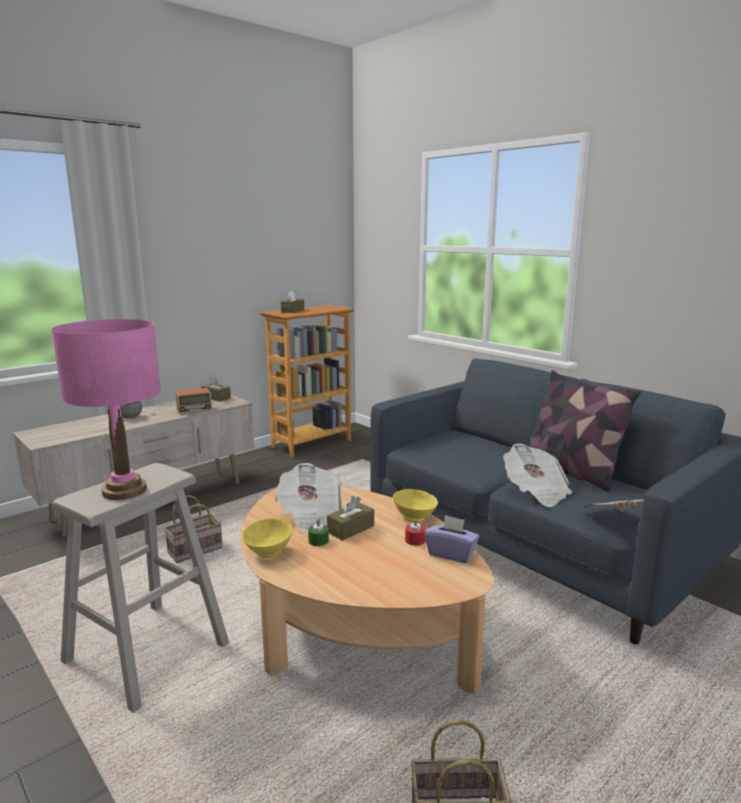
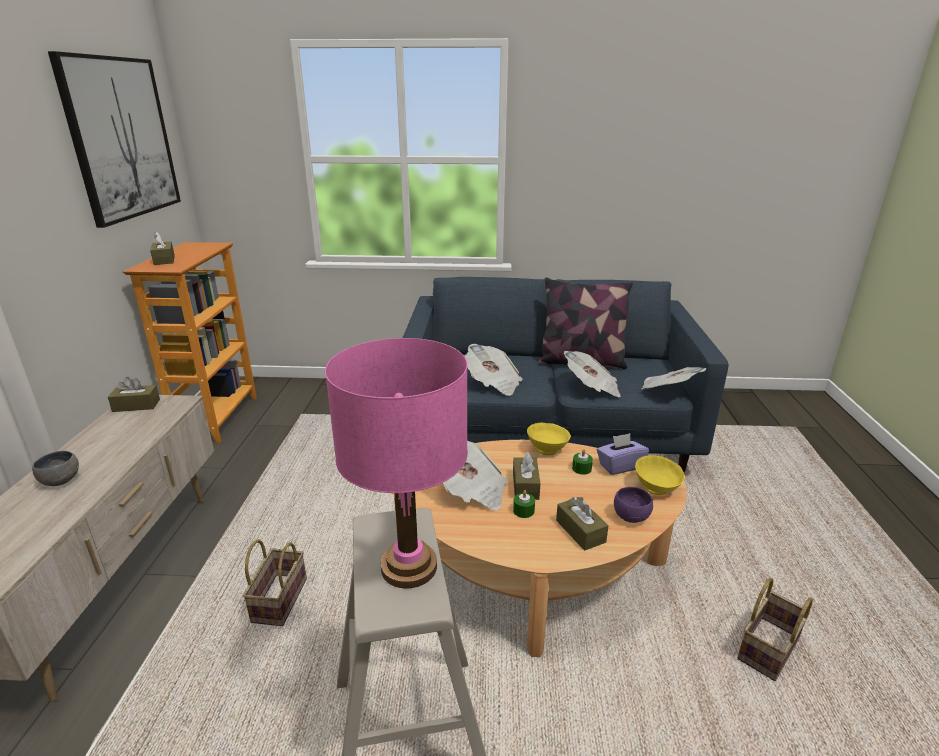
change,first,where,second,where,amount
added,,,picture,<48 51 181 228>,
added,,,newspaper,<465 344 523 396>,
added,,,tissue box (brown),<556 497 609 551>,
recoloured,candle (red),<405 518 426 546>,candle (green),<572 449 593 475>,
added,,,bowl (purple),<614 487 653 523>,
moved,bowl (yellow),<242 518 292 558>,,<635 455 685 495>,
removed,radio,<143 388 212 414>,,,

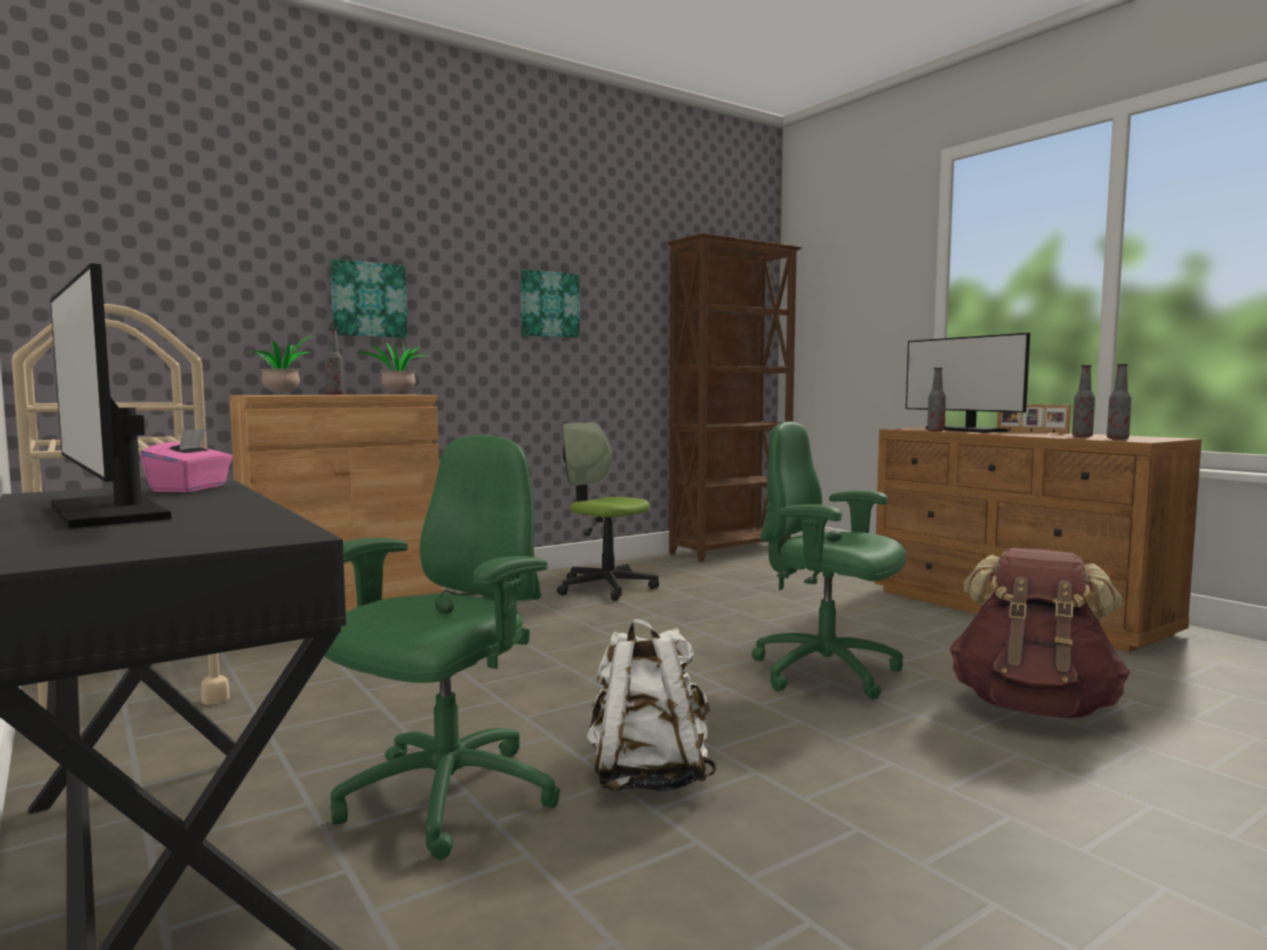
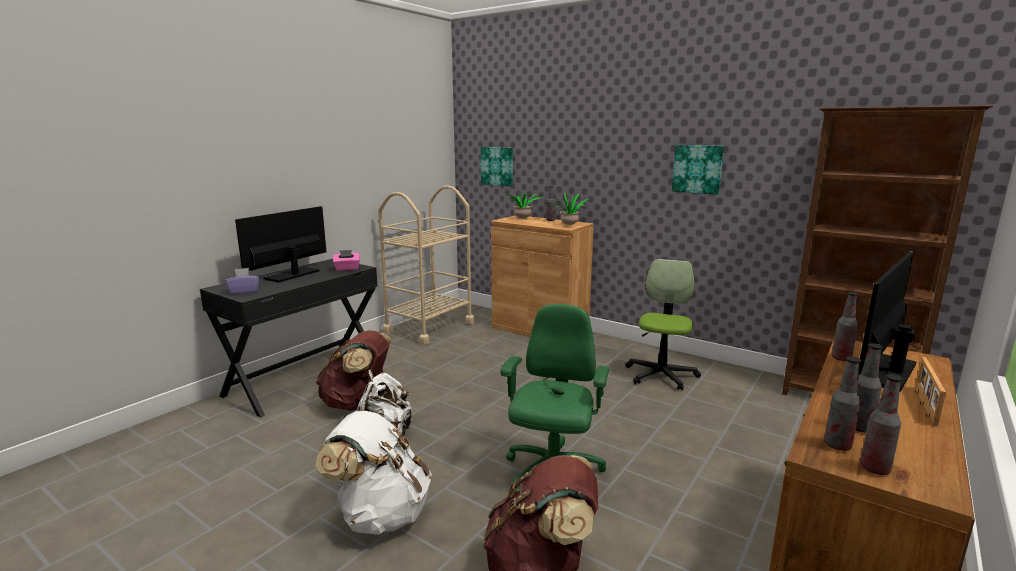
change,first,where,second,where,amount
added,,,tissue box (purple),<225 268 259 294>,
replaced,office chair (green),<324 435 560 859>,backpack (brown),<316 330 392 411>,
added,,,backpack (white),<316 411 431 535>,
moved,picture,<330 259 408 338>,,<481 147 513 186>,
added,,,bottle,<860 374 902 475>,

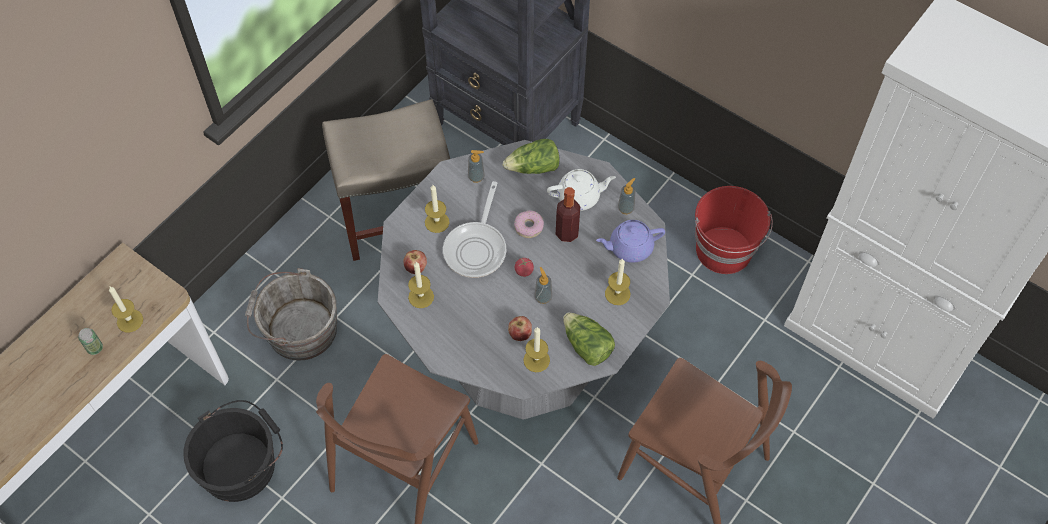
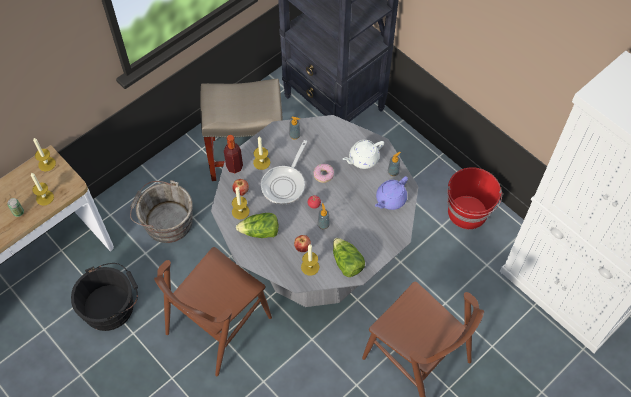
change,first,where,second,where,amount
moved,candle,<605 258 630 305>,,<33 138 56 171>,
moved,bottle,<556 187 580 242>,,<224 135 243 173>,
moved,lettuce,<503 139 560 174>,,<236 213 278 238>,
turned,teapot (white),<547 169 616 211>,,<342 140 384 169>,150 degrees clockwise
turned,teapot (purple),<596 220 665 263>,,<375 176 408 210>,45 degrees counterclockwise

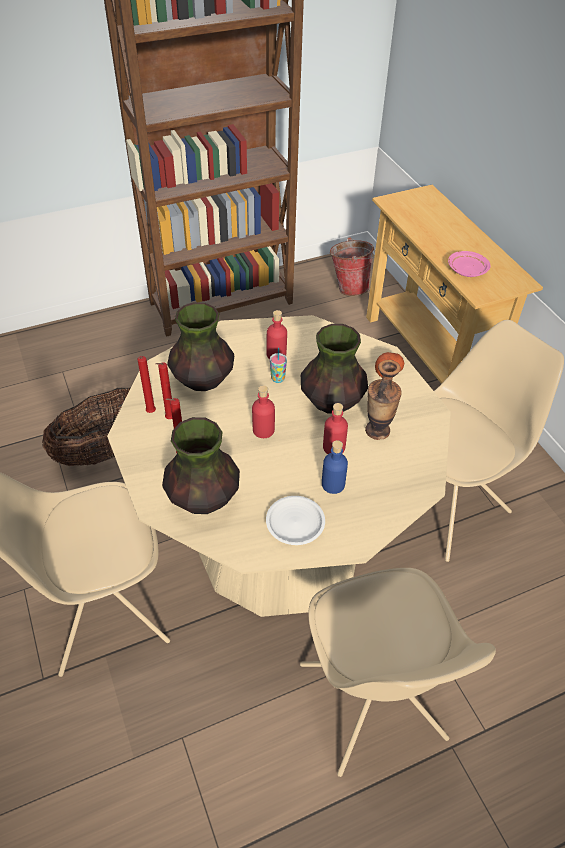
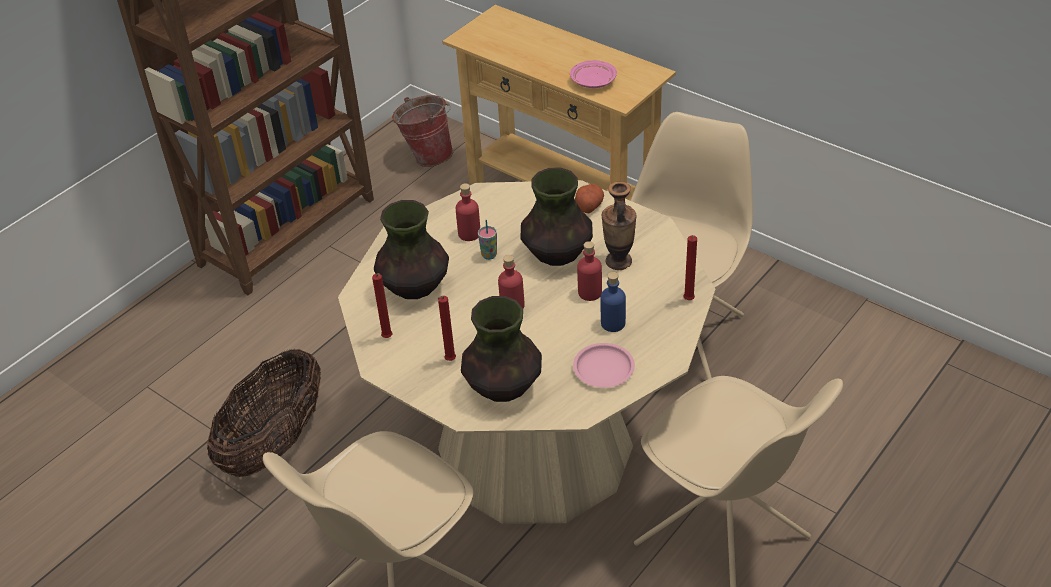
change,first,where,second,where,amount
recoloured,plate (white),<266 496 325 545>,plate (pink),<573 343 635 388>,
moved,candle (red),<156 362 172 419>,,<684 235 697 300>,

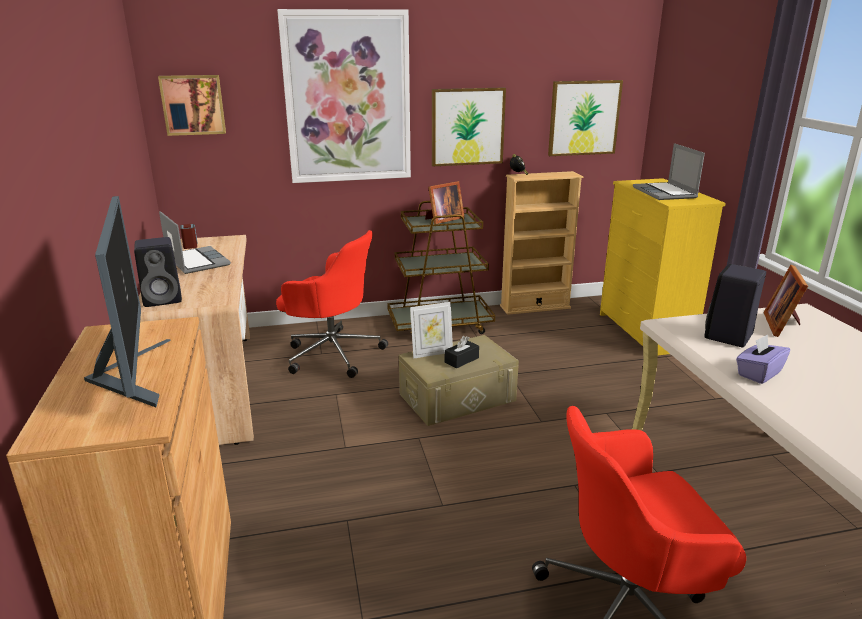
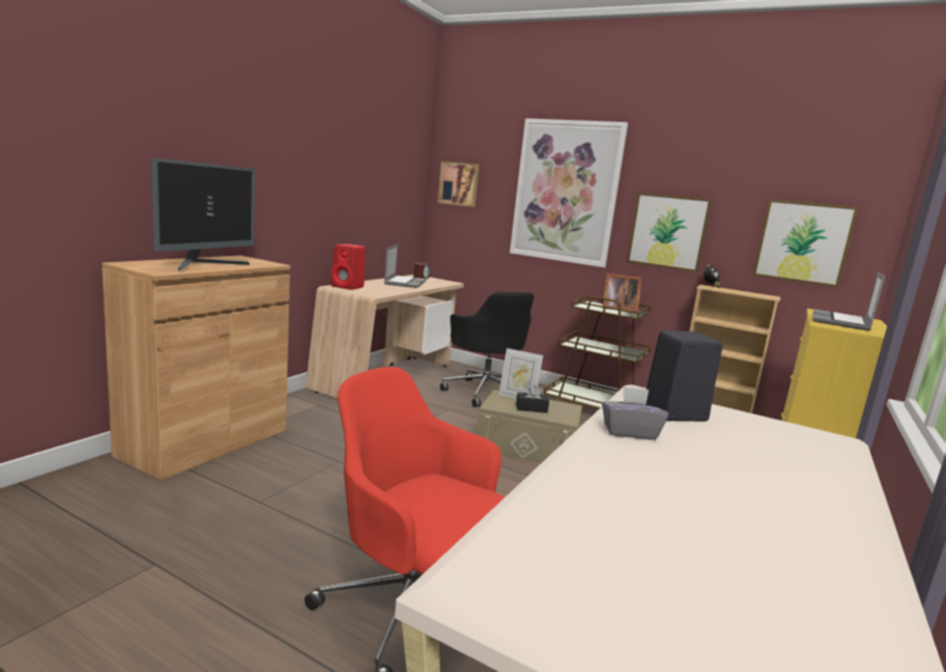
change,first,where,second,where,amount
recoloured,speaker (black),<134 237 182 307>,speaker (red),<331 244 365 290>,
recoloured,office chair (red),<276 230 388 378>,office chair (black),<440 292 534 407>,
recoloured,tissue box (purple),<736 334 790 384>,tissue box (grey),<602 387 669 440>,
removed,picture frame,<764 265 808 337>,,,

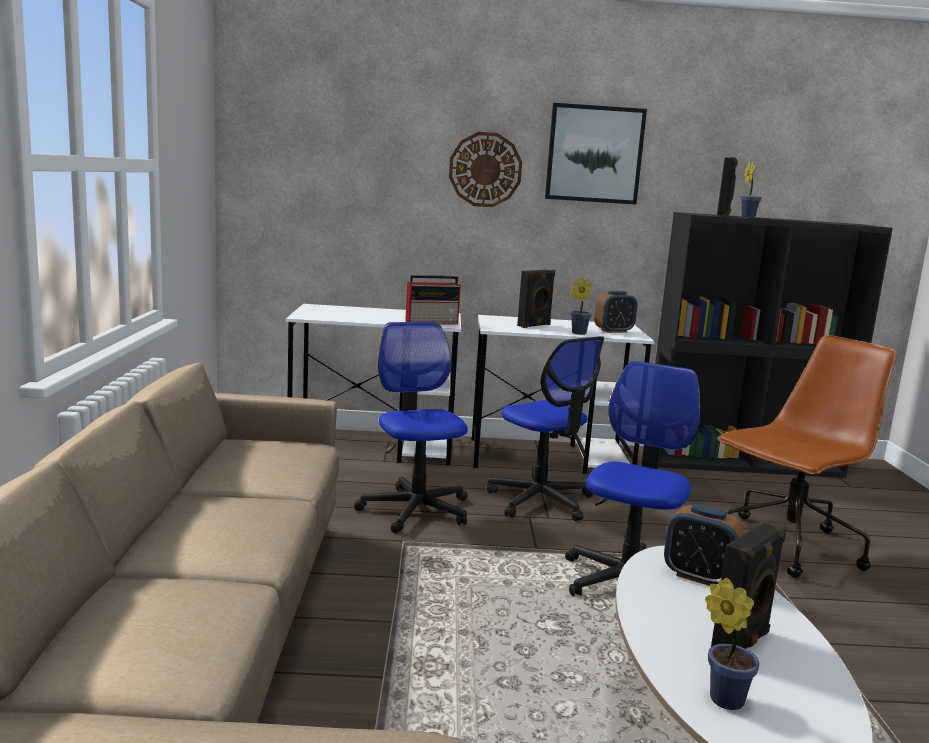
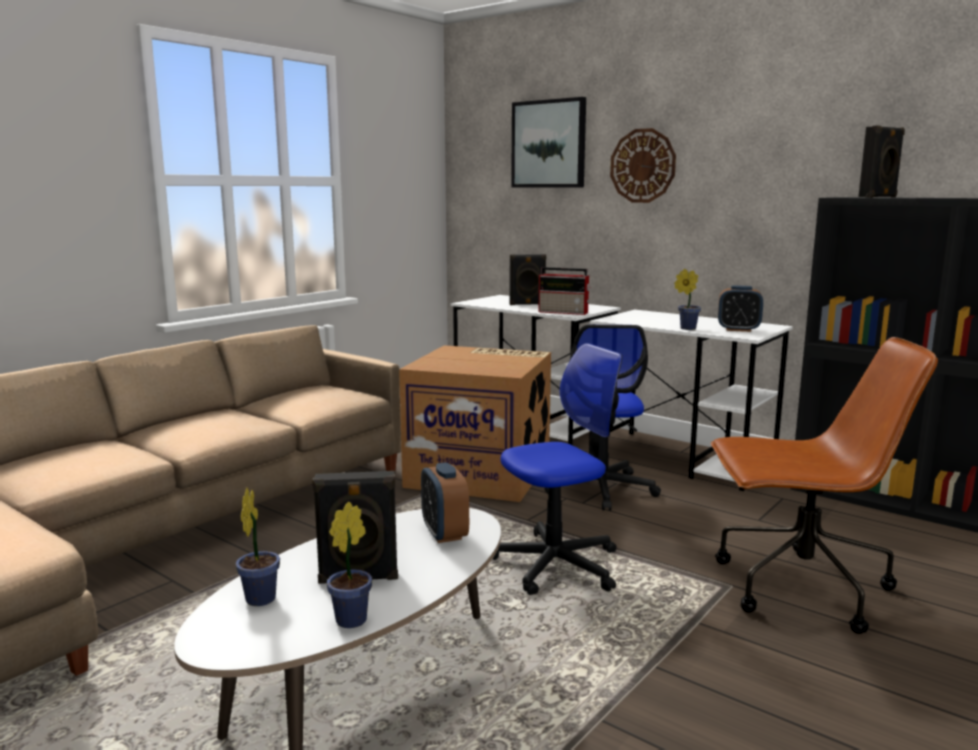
change,first,where,second,where,amount
moved,potted plant,<740 161 762 217>,,<327 502 372 628>,
replaced,office chair,<354 322 468 533>,cardboard box,<399 345 551 502>,
moved,speaker (black),<517 270 555 328>,,<509 254 546 305>,
moved,picture,<545 103 647 205>,,<511 97 586 188>,

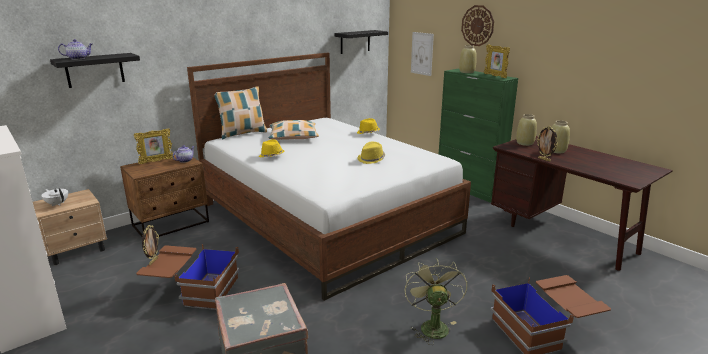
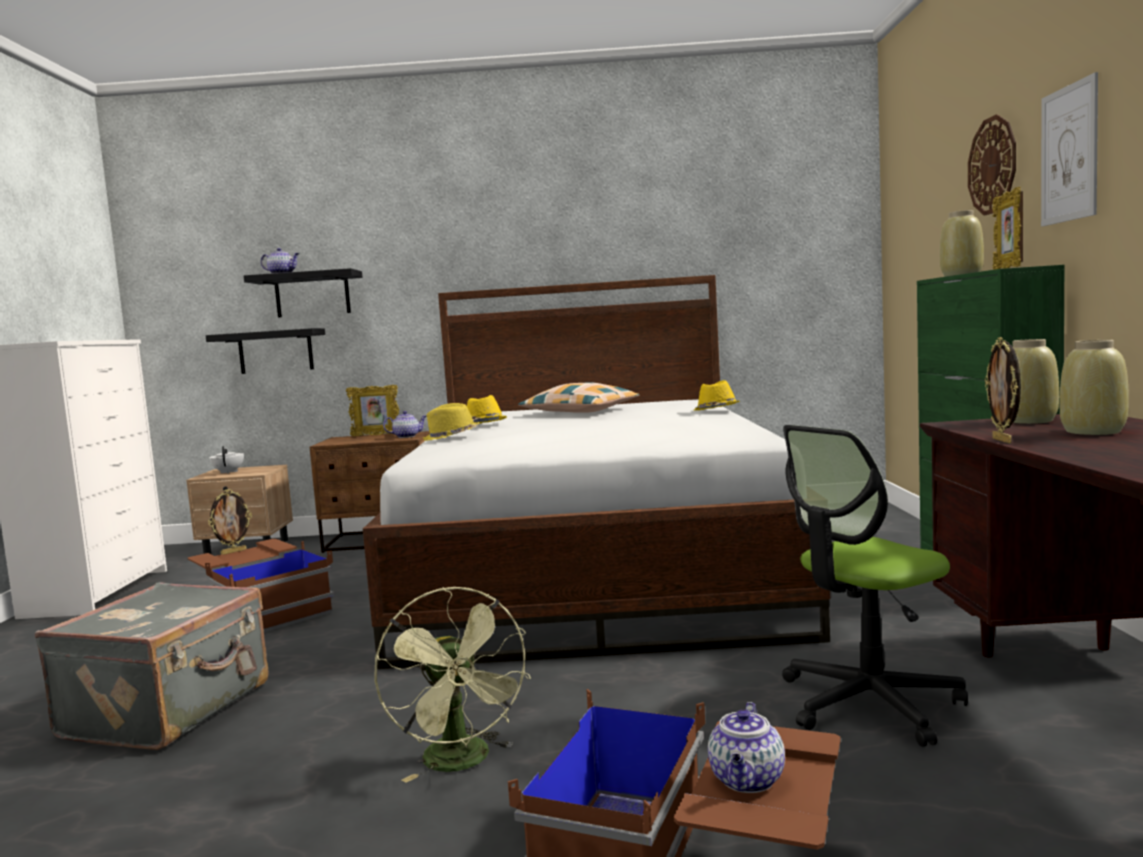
change,first,where,second,where,amount
moved,shelf (black),<334 30 388 54>,,<206 328 325 374>,
turned,fan (green),<405 258 467 345>,,<374 587 531 783>,120 degrees clockwise
moved,hat (yellow),<357 142 385 164>,,<423 403 479 441>,
added,,,teapot,<708 702 785 793>,
added,,,office chair,<782 425 968 747>,
moved,picture,<411 32 434 76>,,<1041 72 1098 226>,
removed,pillow,<214 86 267 139>,,,

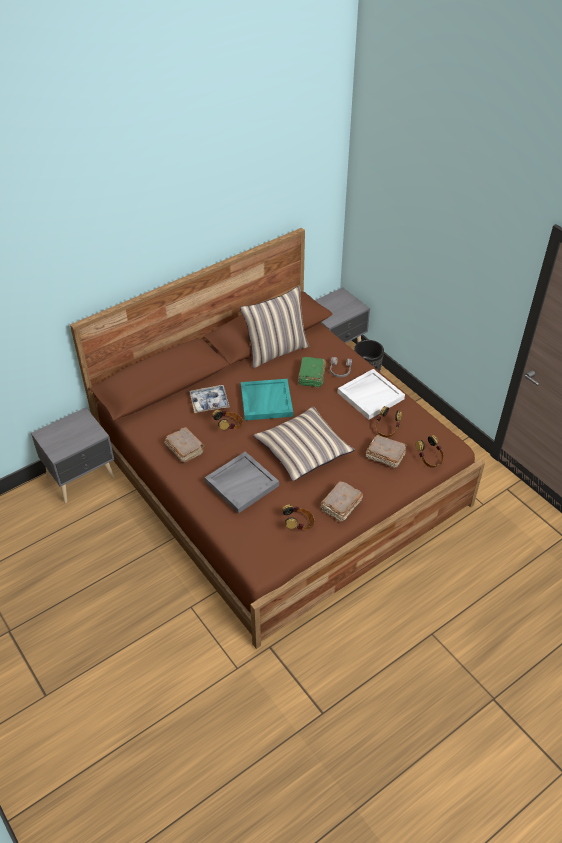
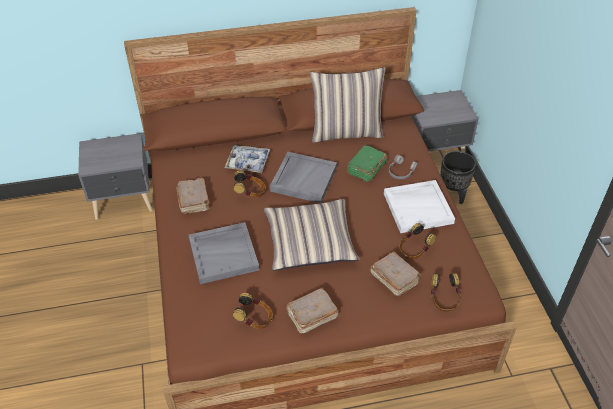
change,first,where,second,where,amount
recoloured,tray (turquoise),<241 379 293 421>,tray (grey),<270 152 337 203>,

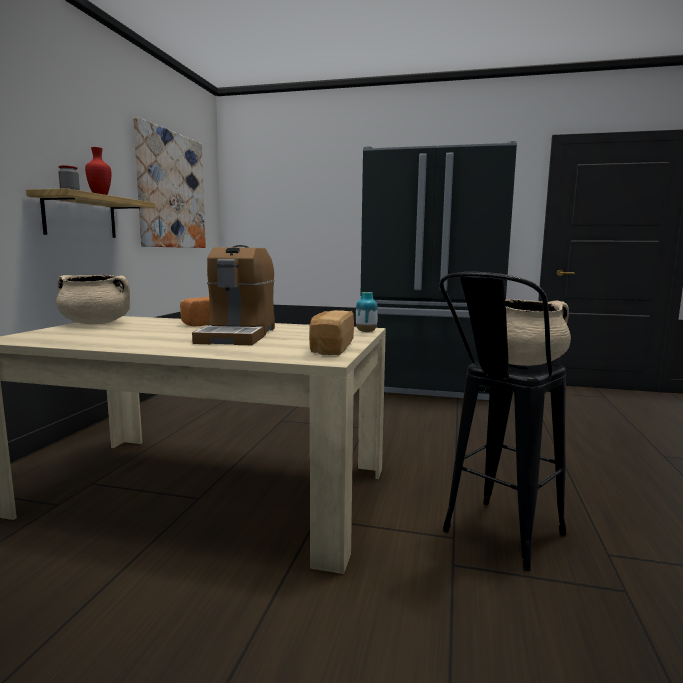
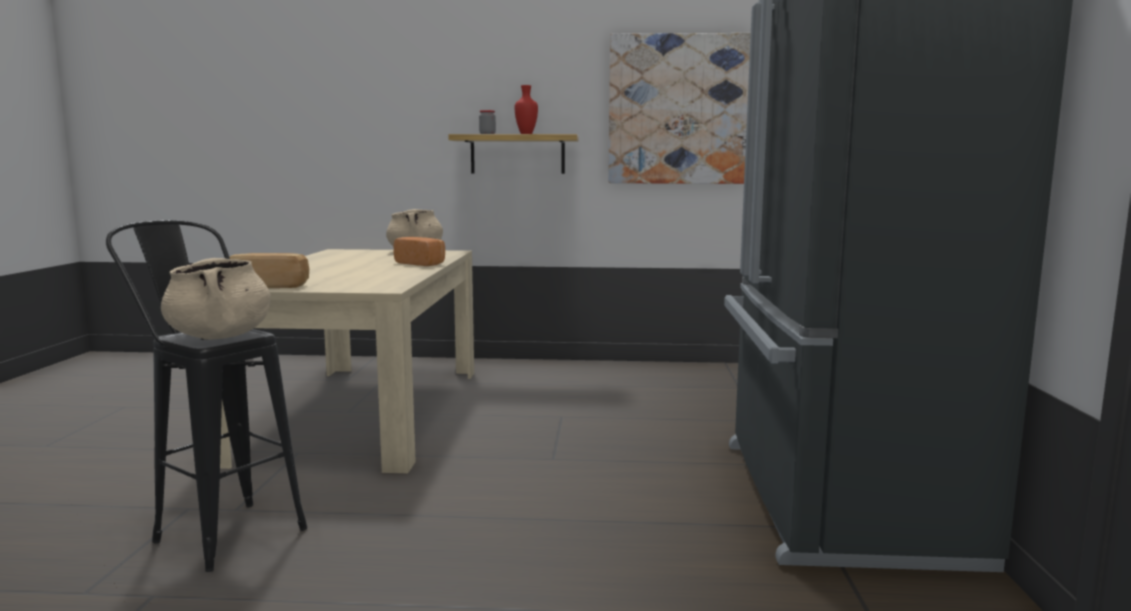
change,first,where,second,where,amount
removed,coffee machine,<192 245 275 345>,,,
removed,vase,<356 292 378 332>,,,

